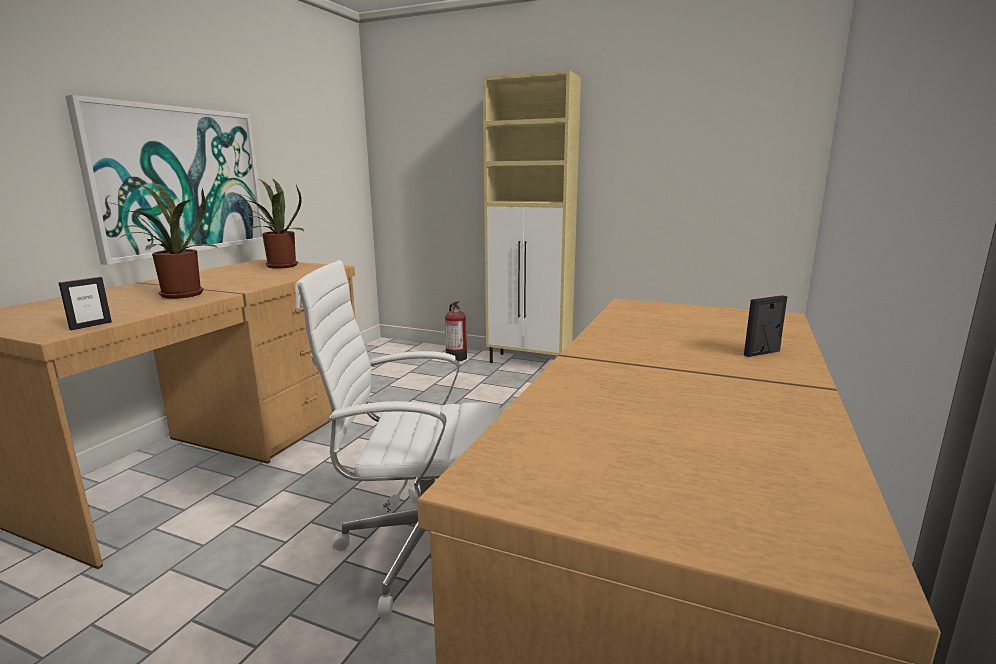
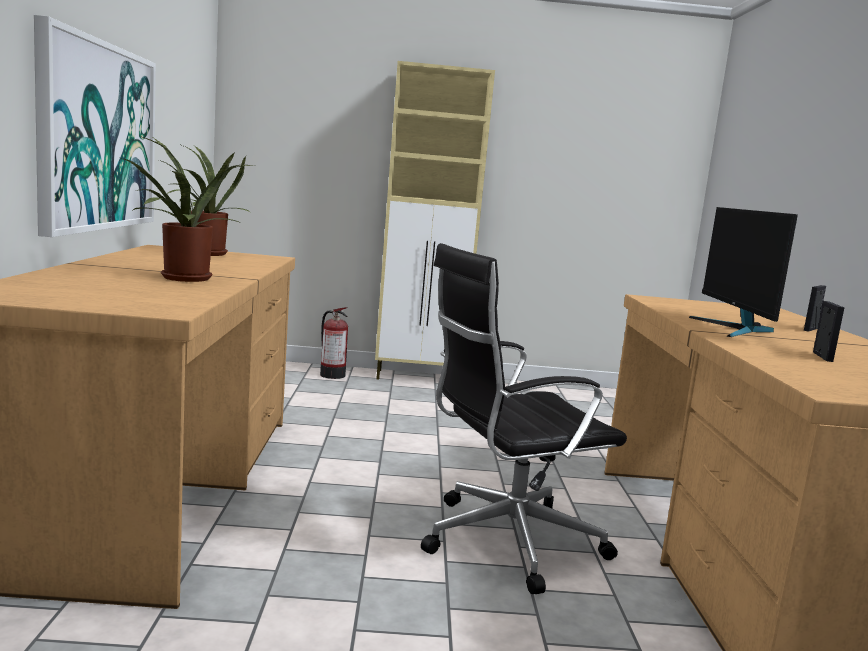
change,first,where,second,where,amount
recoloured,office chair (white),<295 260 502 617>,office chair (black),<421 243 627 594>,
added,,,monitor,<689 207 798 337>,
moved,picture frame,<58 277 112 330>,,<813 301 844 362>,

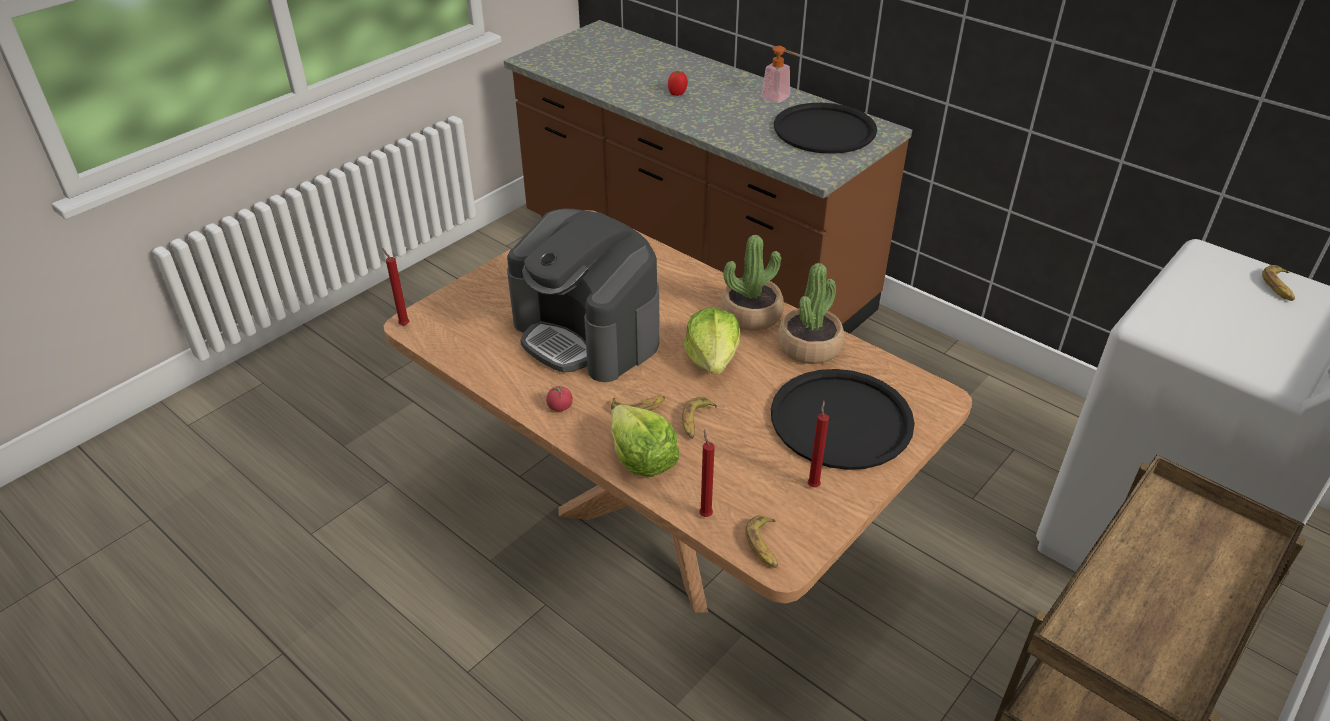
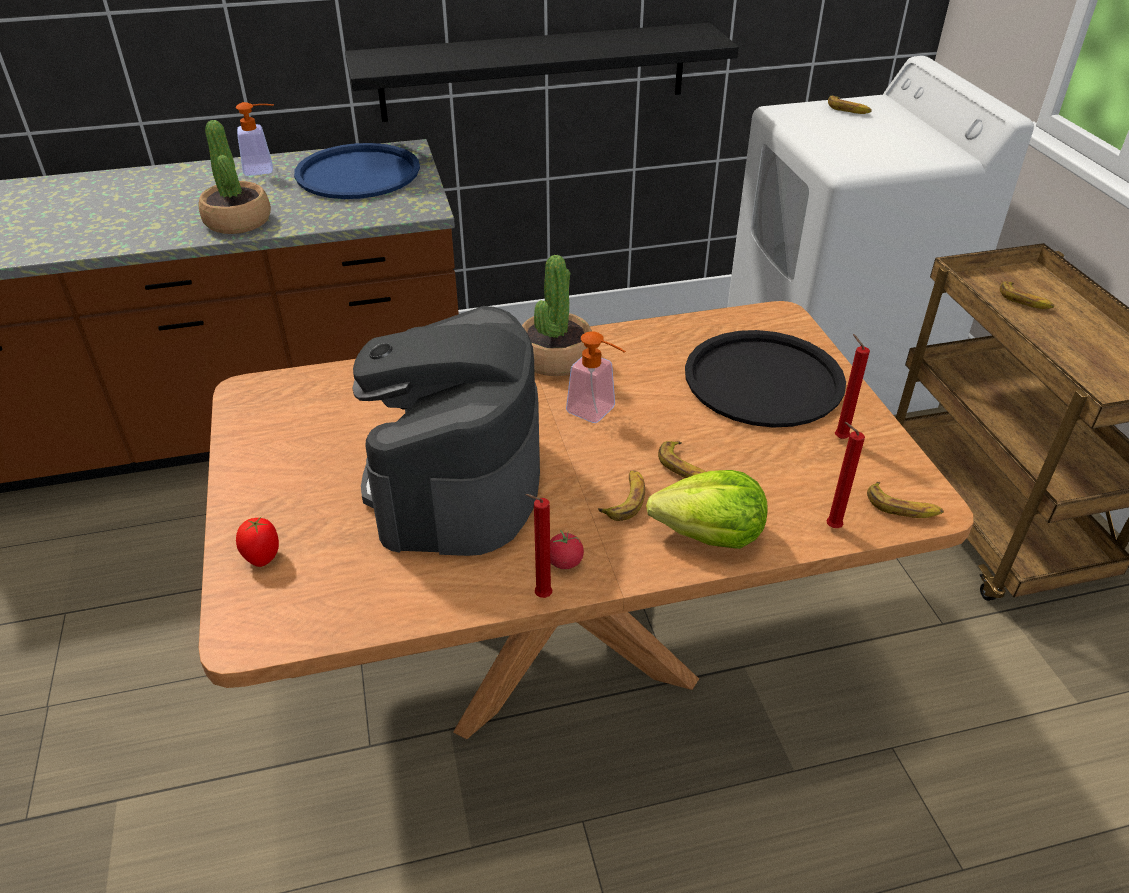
change,first,where,second,where,amount
moved,potted plant,<778 263 844 364>,,<198 120 271 234>,
moved,tomato,<668 71 688 96>,,<236 516 279 567>,
recoloured,tray (black),<774 103 877 154>,tray (blue),<294 143 420 199>,
added,,,shelf (black),<345 23 738 122>,
turned,coffee machine,<507 208 660 382>,,<352 306 540 556>,105 degrees clockwise
moved,candle (red),<382 248 409 326>,,<525 494 552 598>,
replaced,lettuce,<684 307 741 374>,soap dispenser,<566 331 626 423>,
added,,,banana,<1000 281 1054 309>,

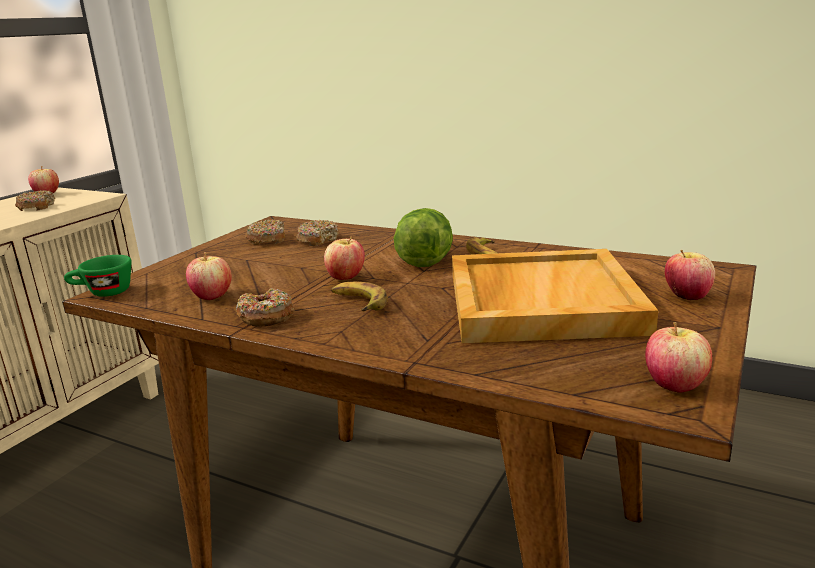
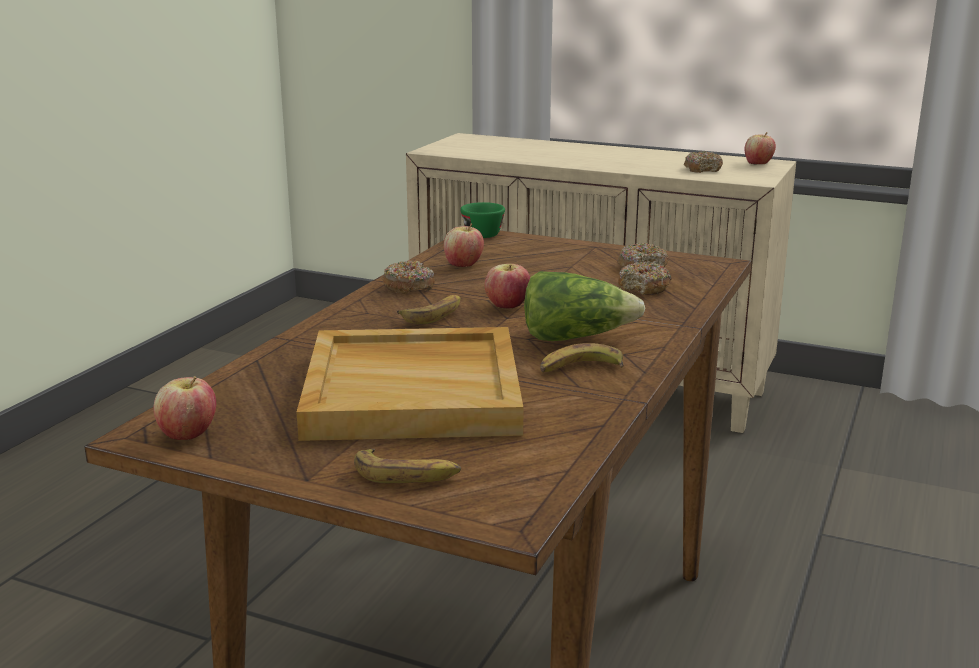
change,first,where,second,where,amount
replaced,apple,<665 250 715 300>,banana,<354 448 461 483>,

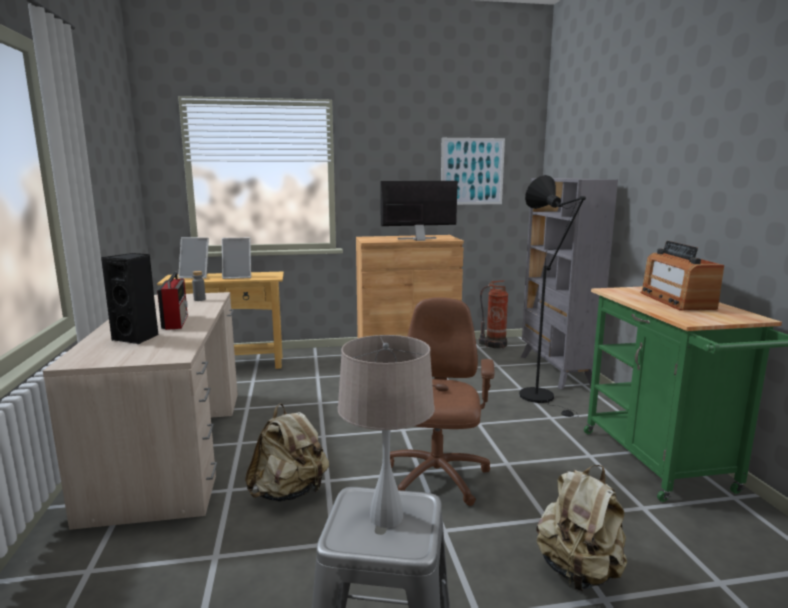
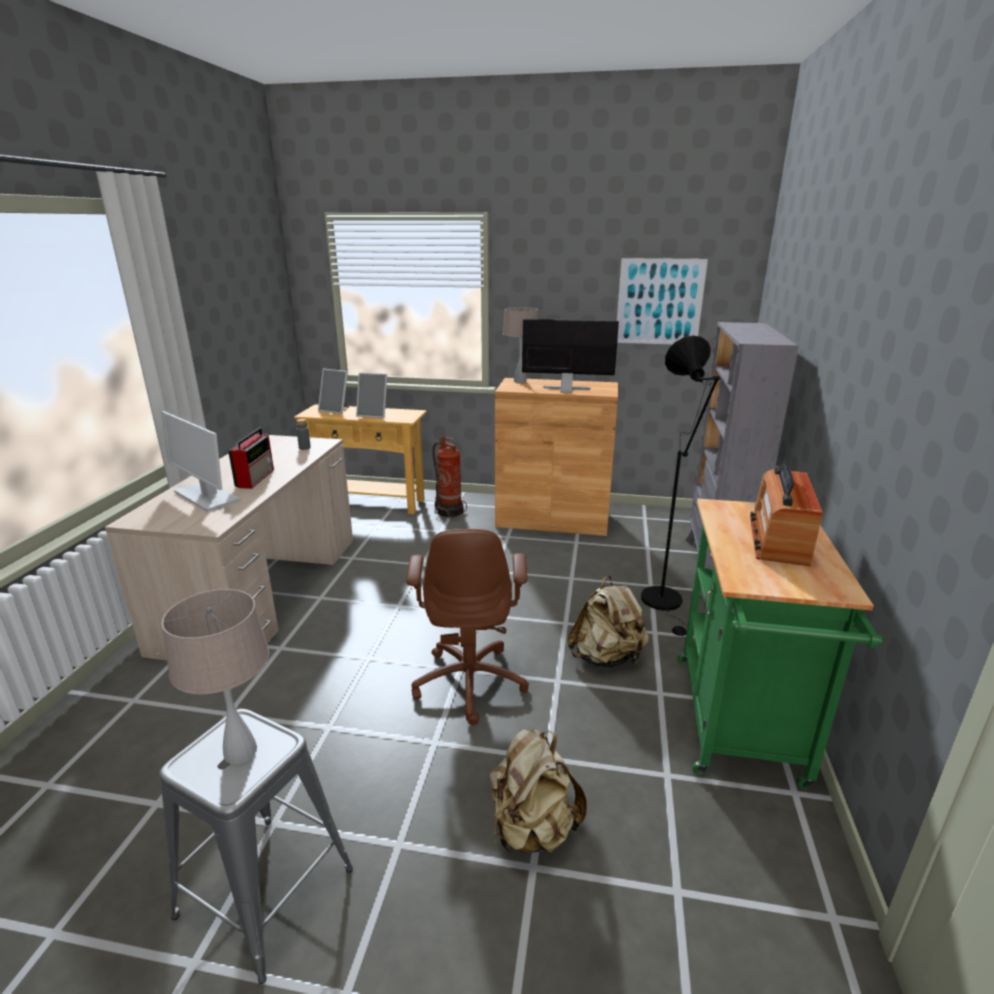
change,first,where,second,where,amount
replaced,speaker (black),<101 253 159 344>,monitor,<161 411 241 512>,
turned,office chair (brown),<390 297 494 506>,,<407 529 529 725>,150 degrees clockwise
moved,fire extinguisher,<479 280 508 349>,,<432 437 467 519>,
added,,,table lamp (beige),<503 307 538 383>,
moved,backpack (beige),<245 404 329 502>,,<568 575 649 667>,

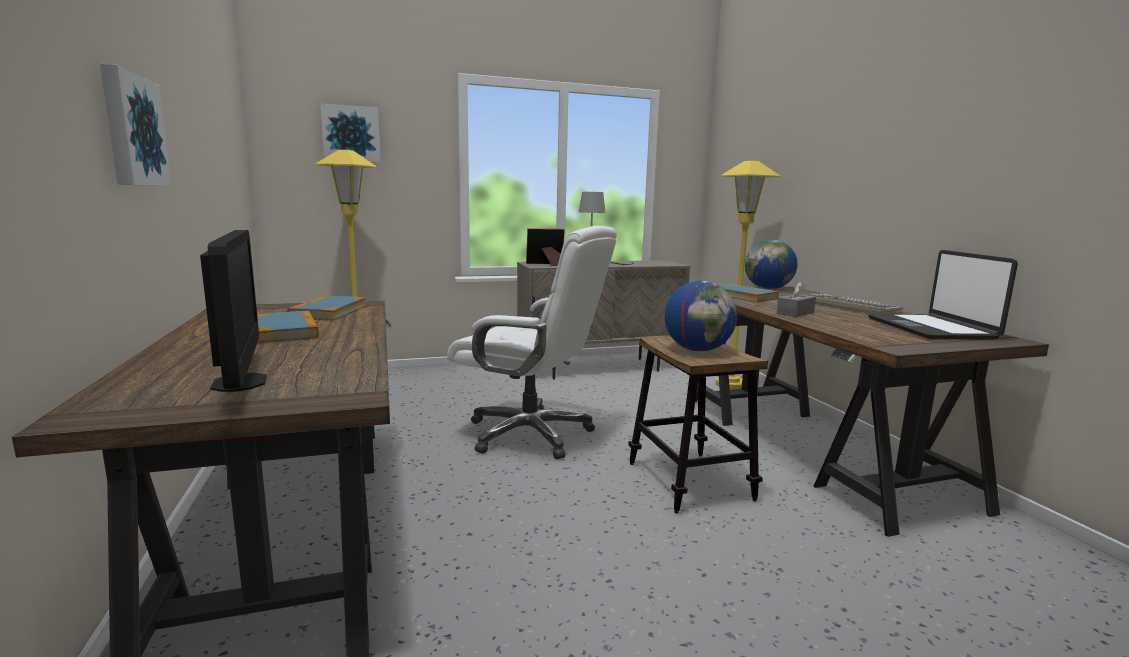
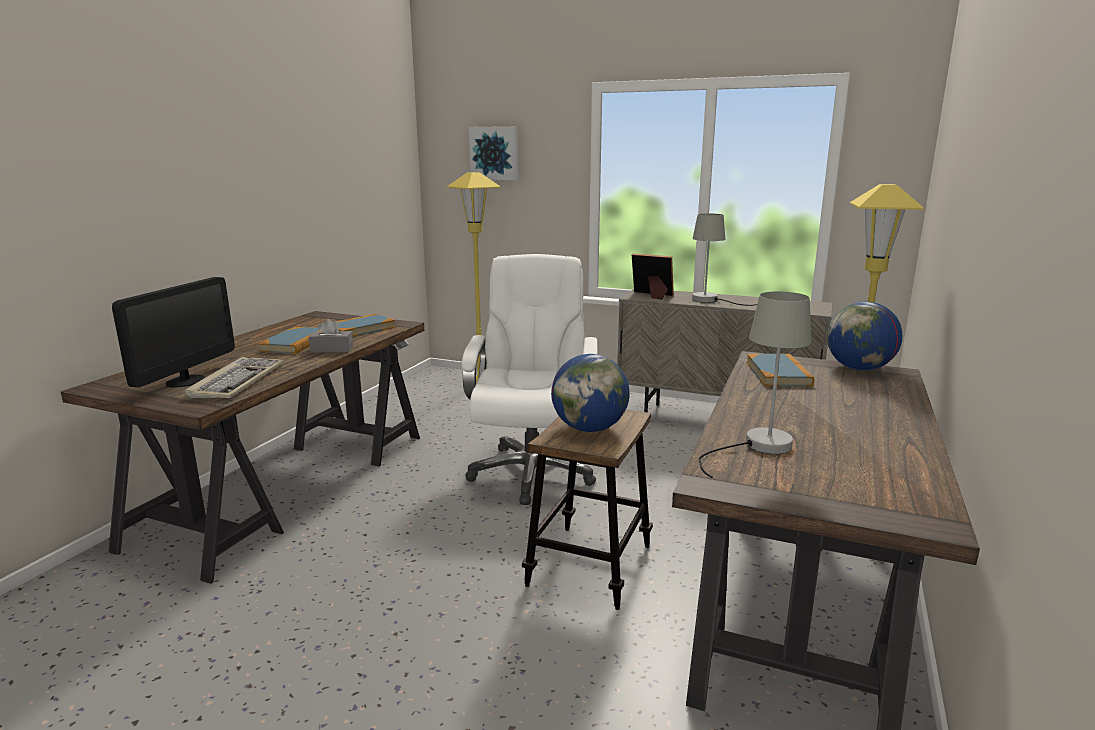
change,first,where,second,where,amount
moved,keyboard,<808 293 903 314>,,<185 357 284 398>,
moved,tissue box (grey),<777 281 816 317>,,<309 319 353 353>,
turned,office chair (white),<447 226 617 459>,,<462 254 597 505>,150 degrees counterclockwise
added,,,table lamp (grey),<699 291 811 478>,
removed,picture,<100 64 172 186>,,,
removed,laptop,<868 250 1018 339>,,,

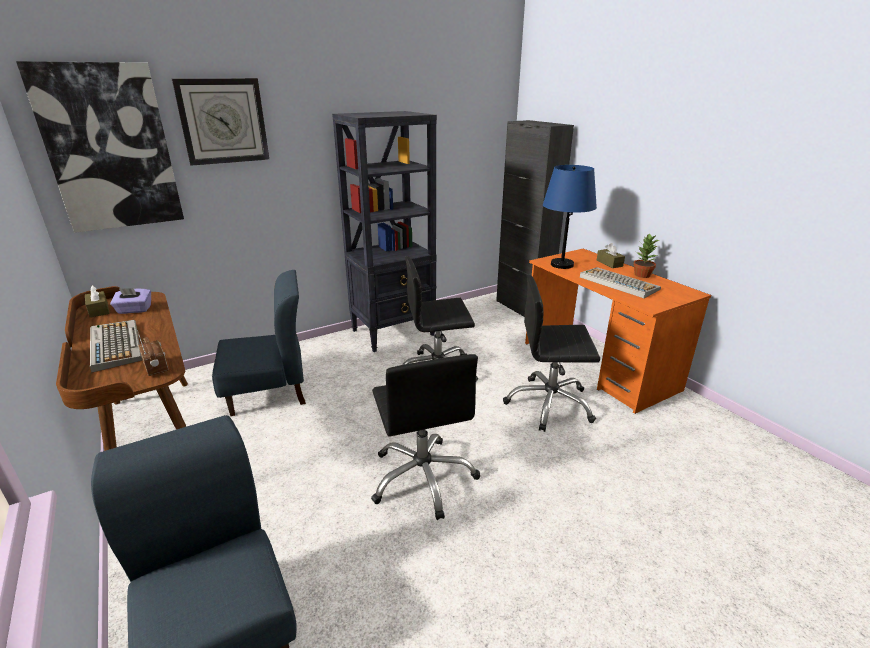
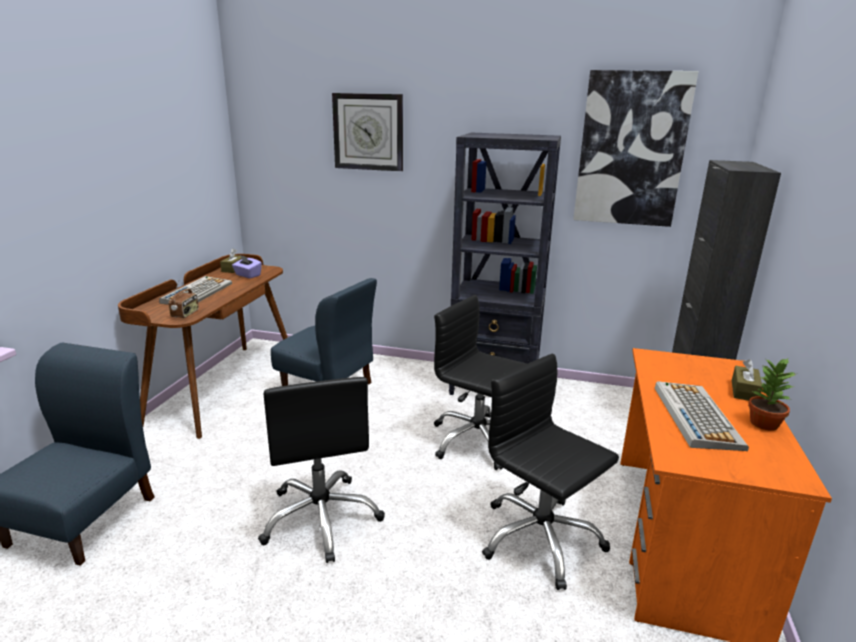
change,first,where,second,where,amount
turned,office chair (black),<371 354 480 520>,,<258 377 385 563>,45 degrees counterclockwise
moved,picture,<16 61 184 233>,,<573 70 699 227>,
removed,table lamp (blue),<543 165 597 269>,,,

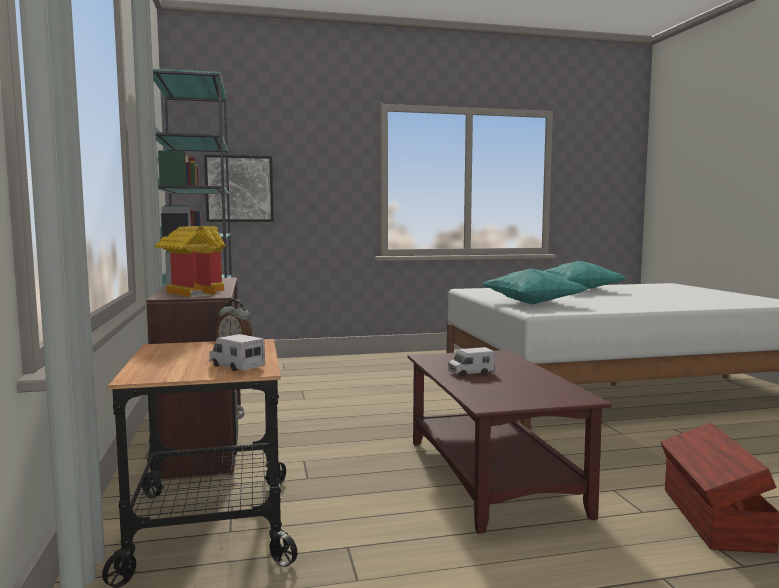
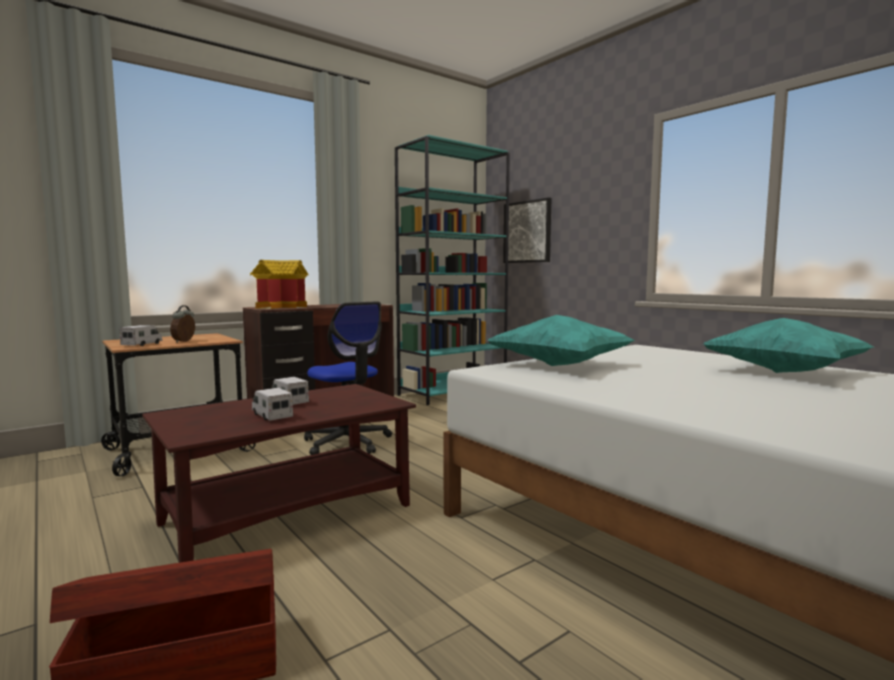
change,first,where,second,where,amount
added,,,toy truck,<252 388 293 421>,
added,,,office chair,<304 301 392 455>,

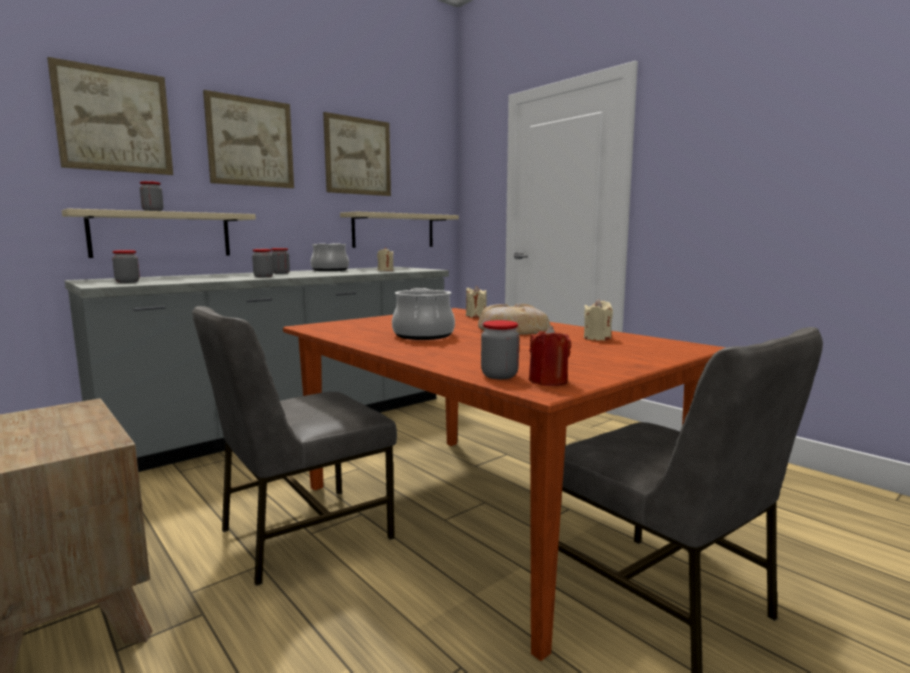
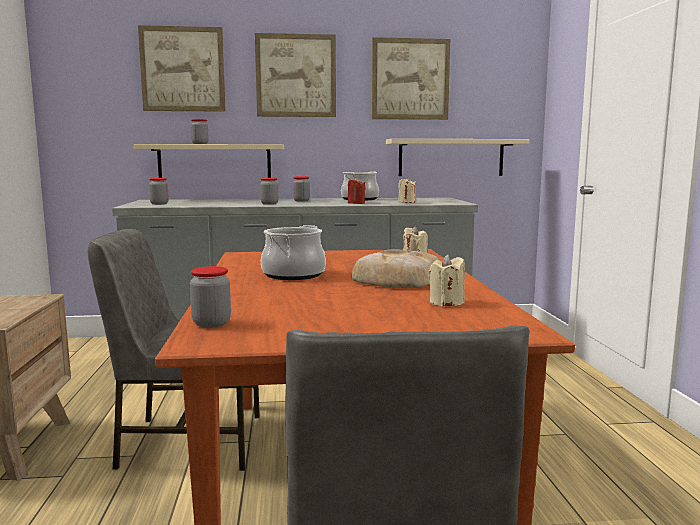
change,first,where,second,where,amount
moved,candle (red),<529 326 571 386>,,<348 178 365 204>,

